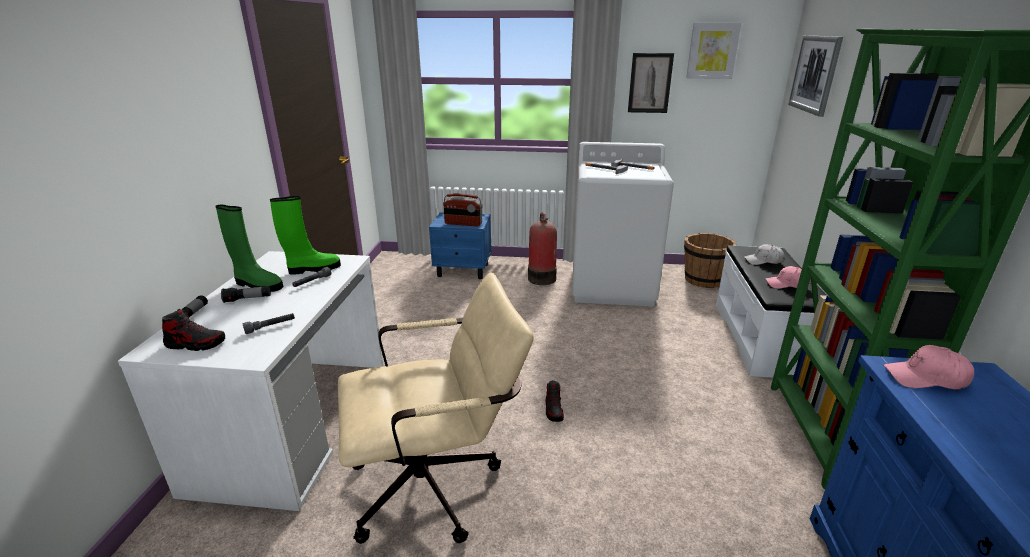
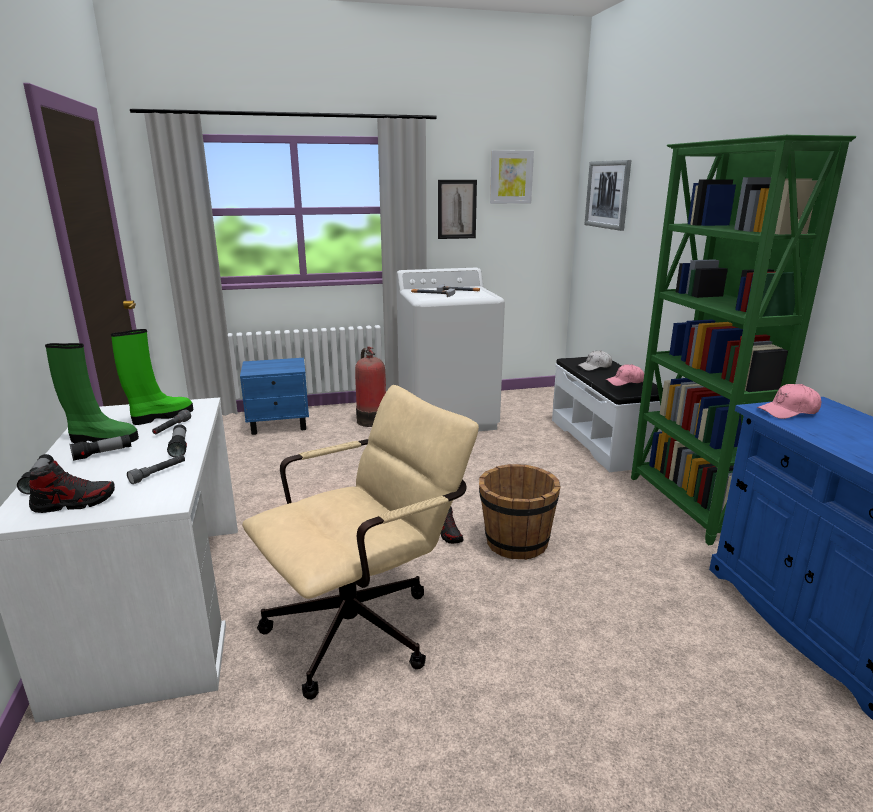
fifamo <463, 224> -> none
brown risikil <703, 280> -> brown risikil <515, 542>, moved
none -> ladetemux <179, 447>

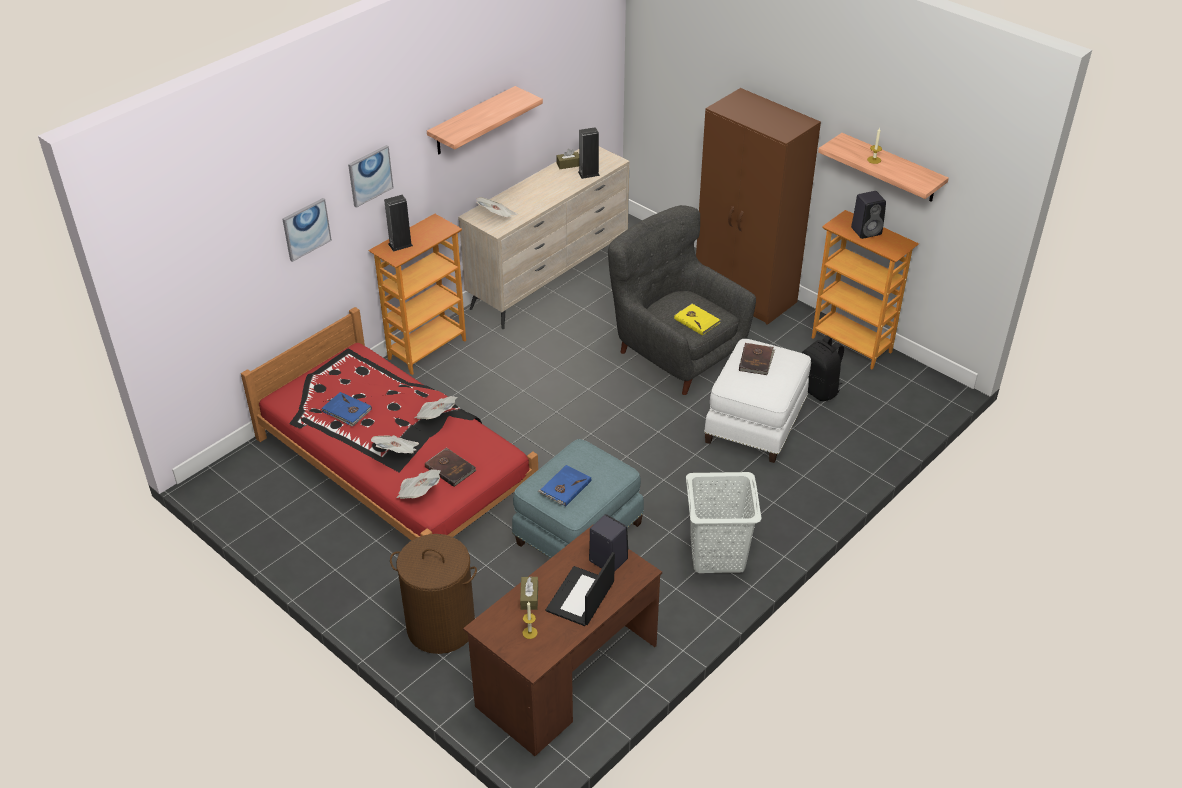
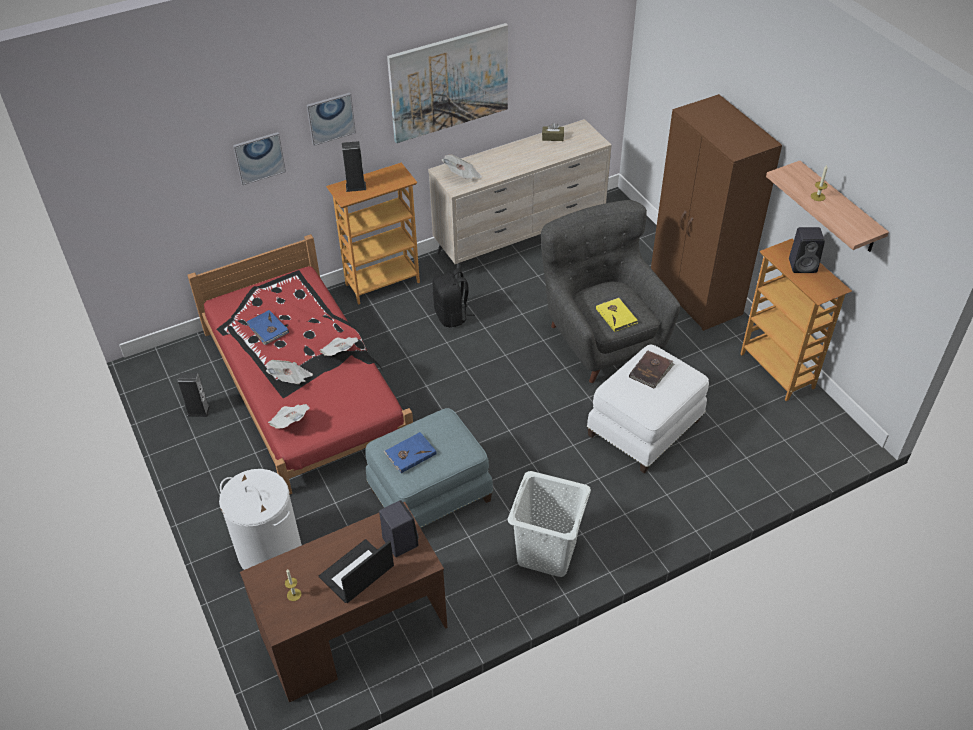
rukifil <472, 121> -> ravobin <449, 82>
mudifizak <588, 173> -> mudifizak <198, 411>, moved
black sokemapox <818, 389> -> black sokemapox <452, 316>, moved
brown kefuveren <450, 468> -> none
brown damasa <440, 627> -> white damasa <269, 551>
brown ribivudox <529, 597> -> none

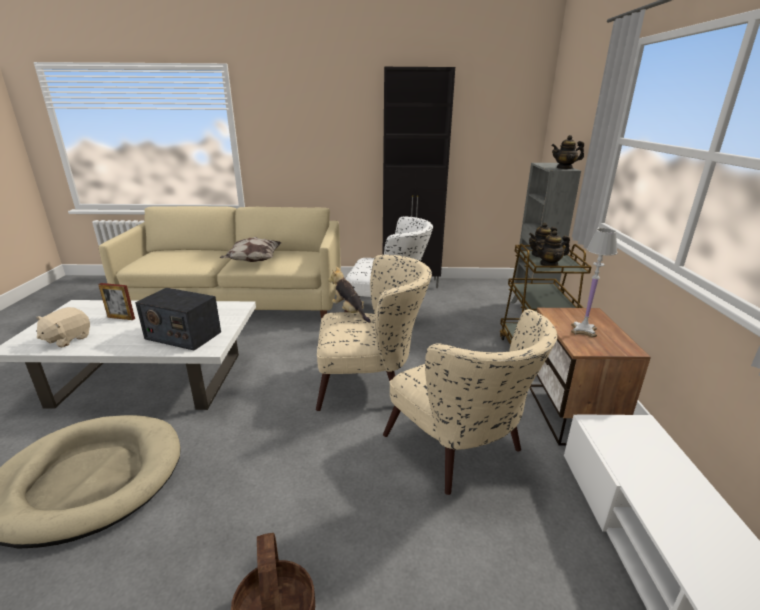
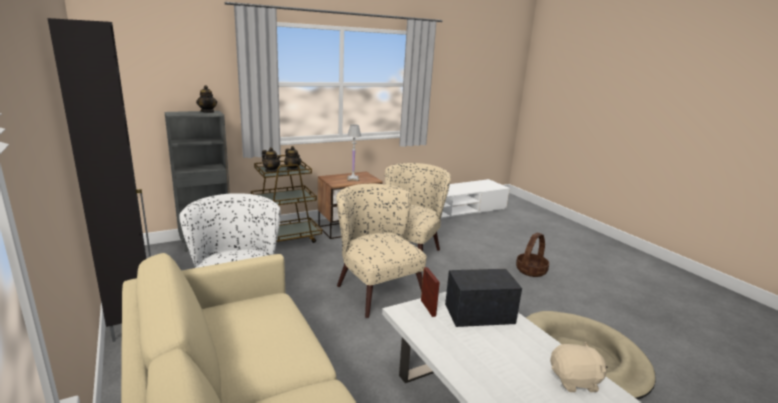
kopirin <253, 261> -> none
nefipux <349, 312> -> none
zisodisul <121, 318> -> zisodisul <428, 308>, moved
fifamo <183, 335> -> fifamo <480, 313>, 90 degrees counterclockwise

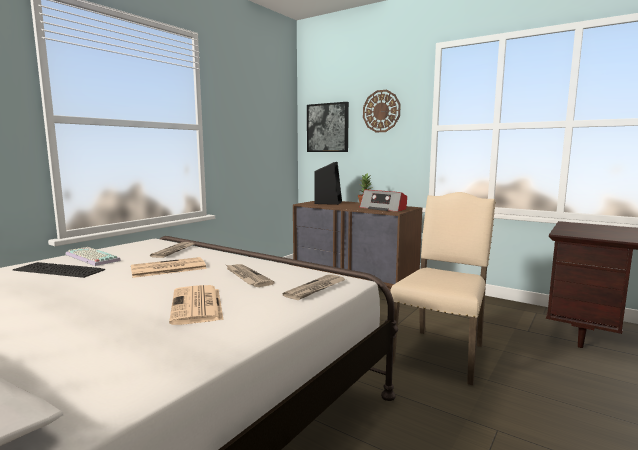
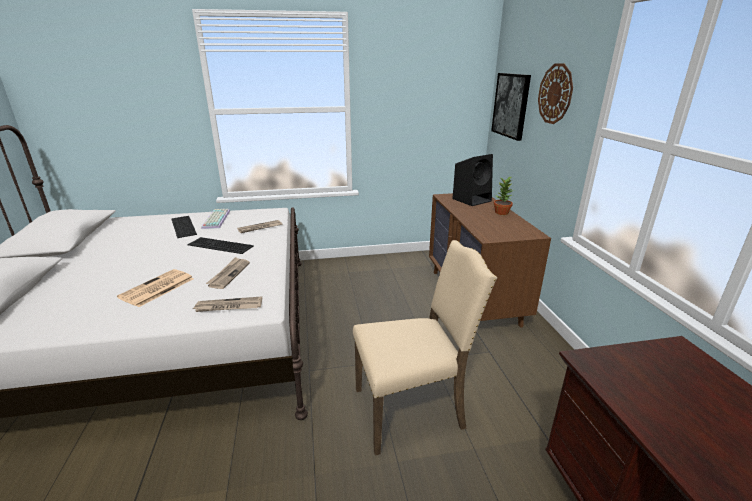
fifamo <383, 208> -> none
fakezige <167, 268> -> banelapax <219, 246>

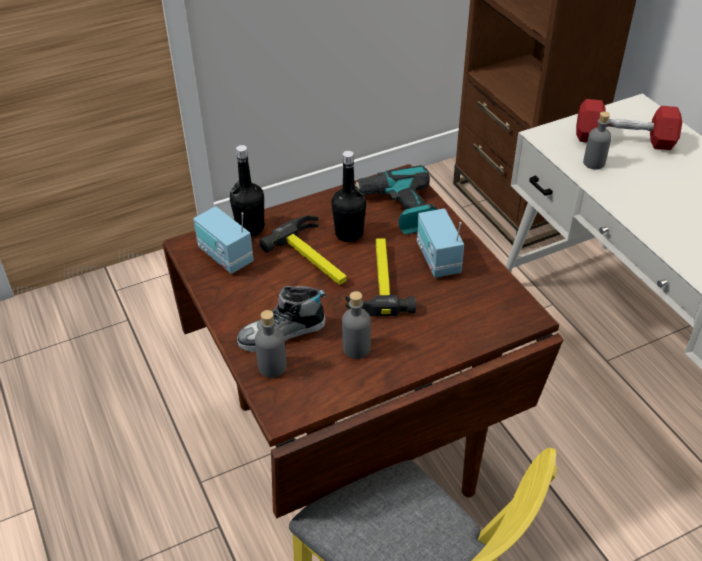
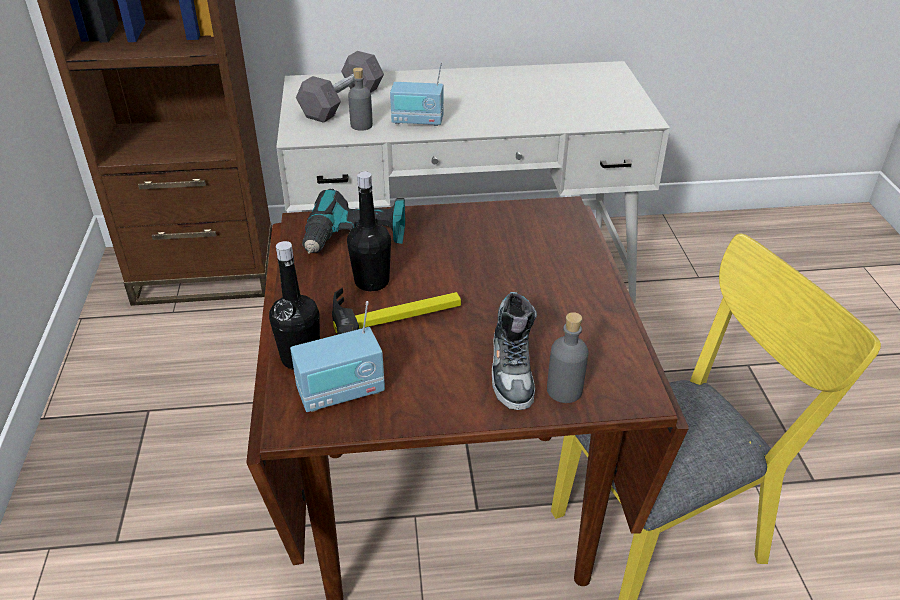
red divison <624, 139> -> grey divison <342, 103>
fifamo <437, 259> -> fifamo <417, 121>, moved
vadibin <378, 281> -> none
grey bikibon <356, 348> -> none

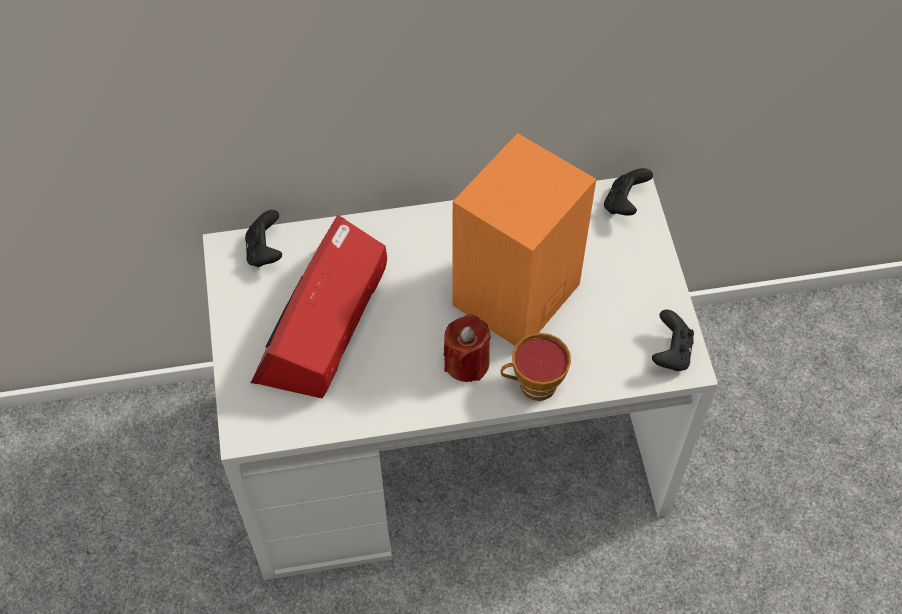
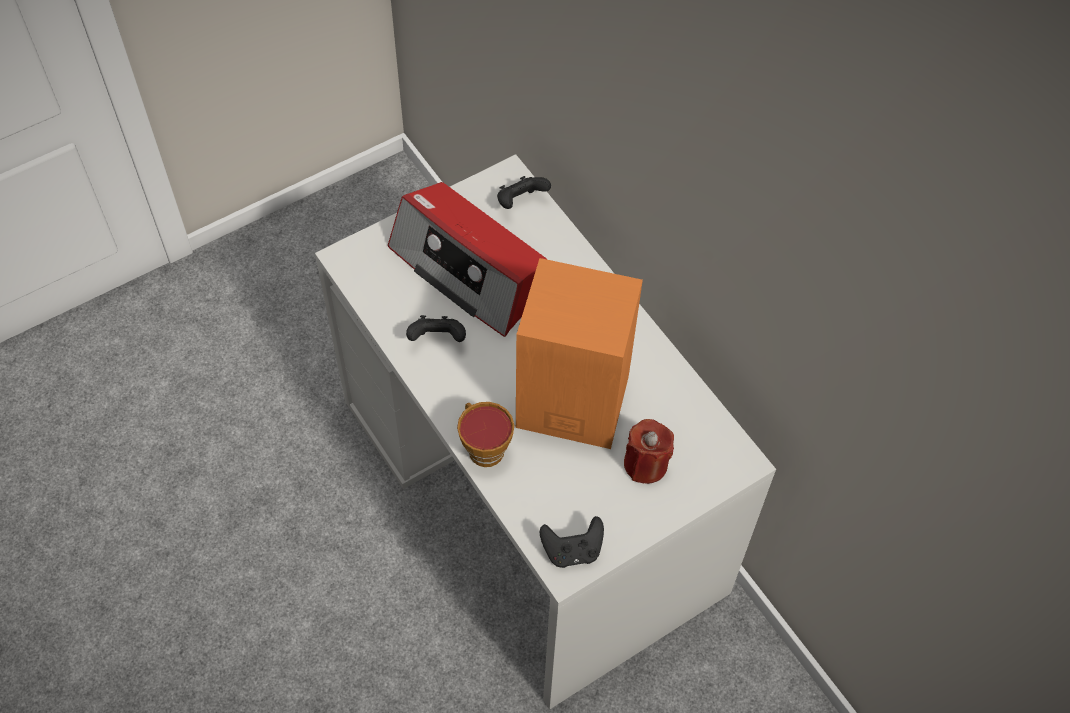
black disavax <624, 203> -> black disavax <437, 339>, moved
fifamo <323, 324> -> fifamo <470, 270>, 135 degrees counterclockwise
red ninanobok <467, 362> -> red ninanobok <645, 464>, moved

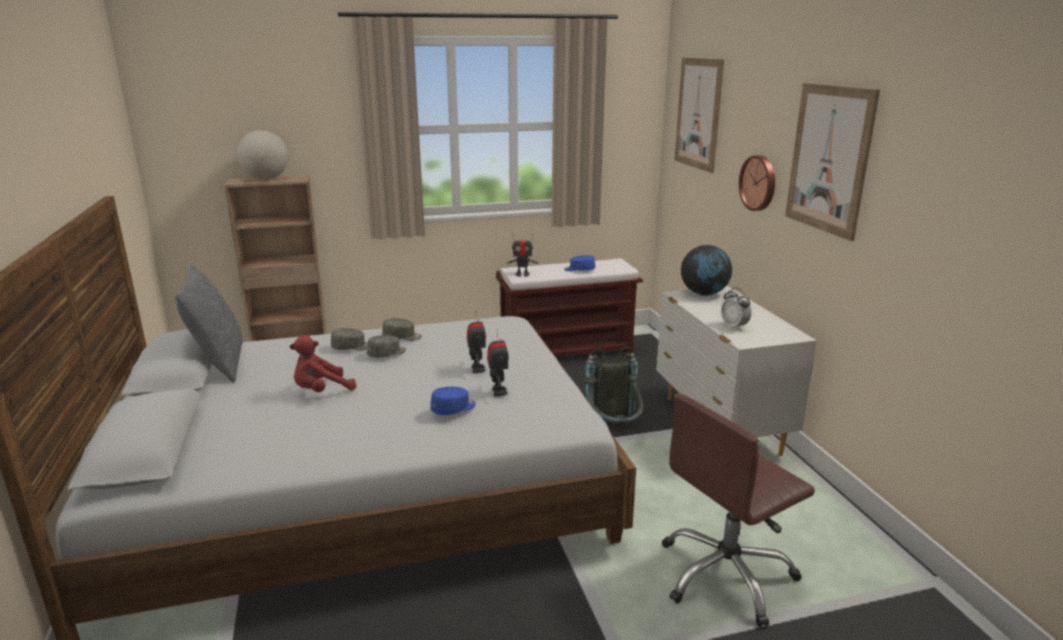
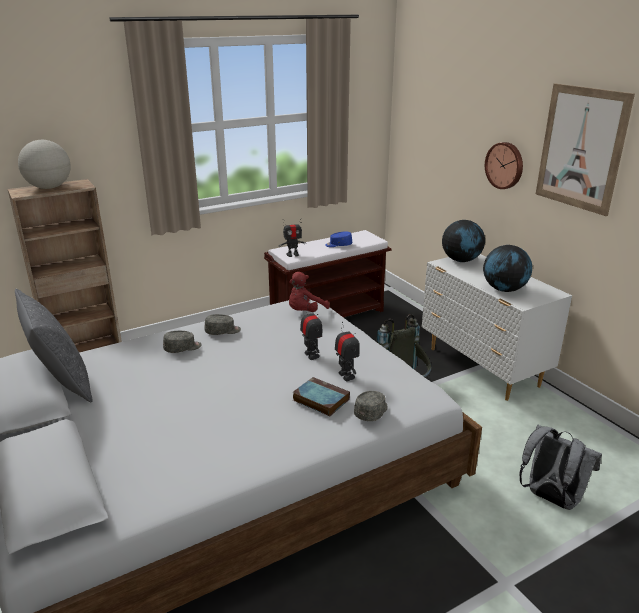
ravobin <698, 113> -> none
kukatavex <734, 326> -> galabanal <504, 290>
red nefipux <321, 391> -> red nefipux <305, 312>, moved
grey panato <387, 354> -> grey panato <372, 412>, moved
blue panato <454, 409> -> kefuveren <319, 399>
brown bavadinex <726, 575> -> grey sokemapox <550, 498>

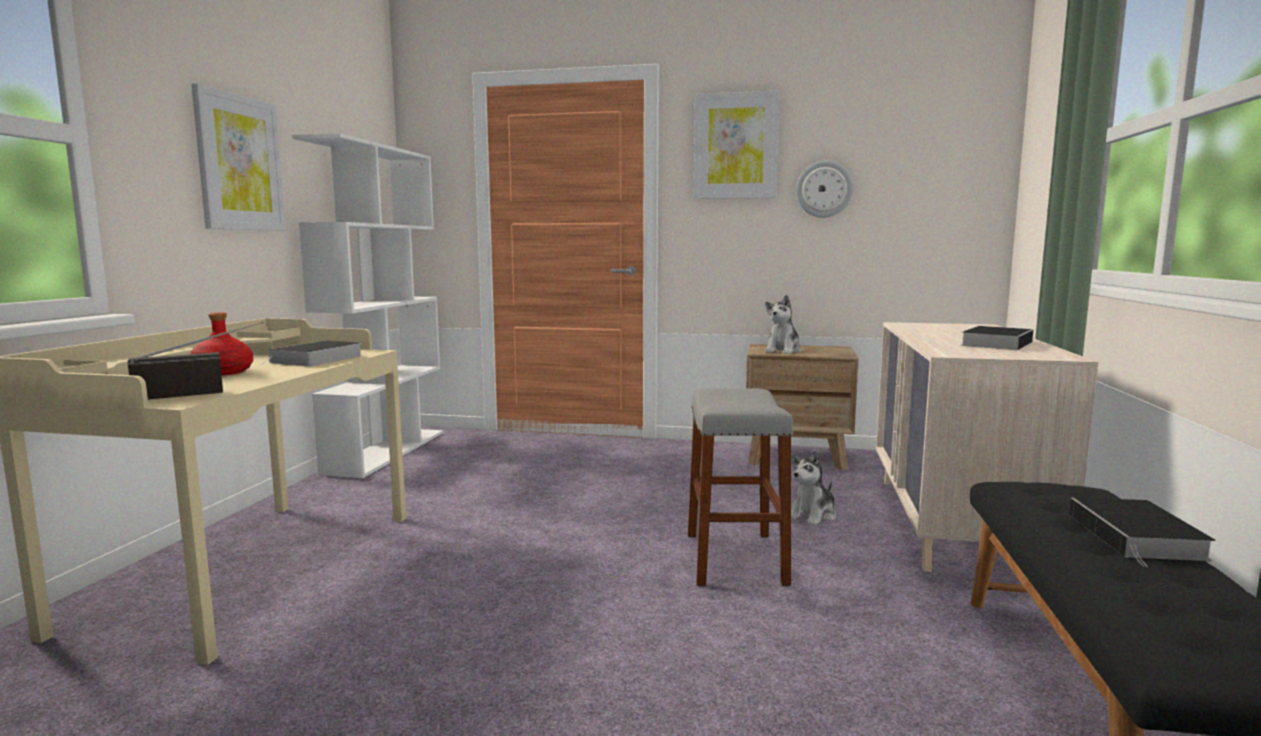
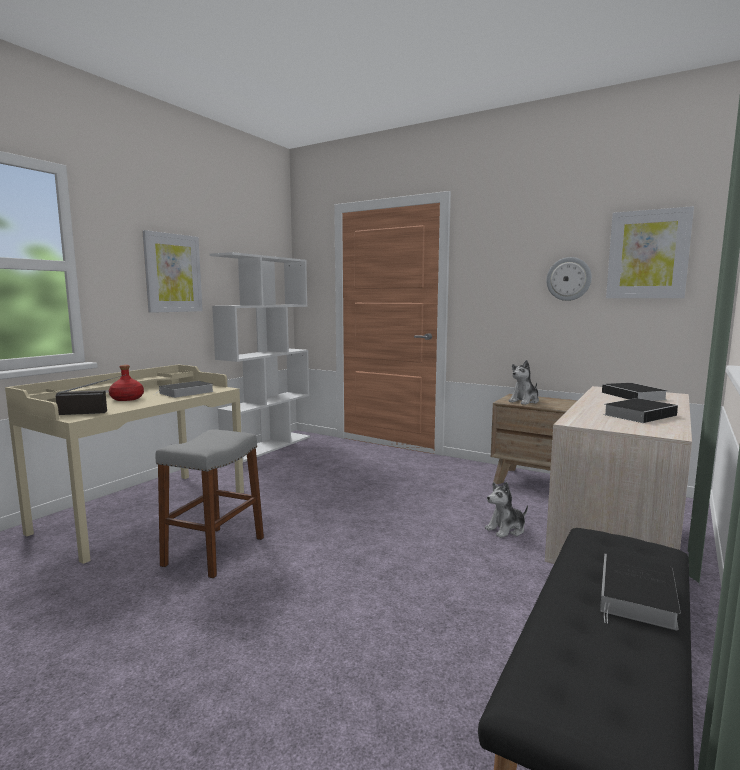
ravobin <735, 146> -> ravobin <648, 254>, moved
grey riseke <735, 558> -> grey riseke <214, 551>, moved
none -> kefuveren <635, 396>

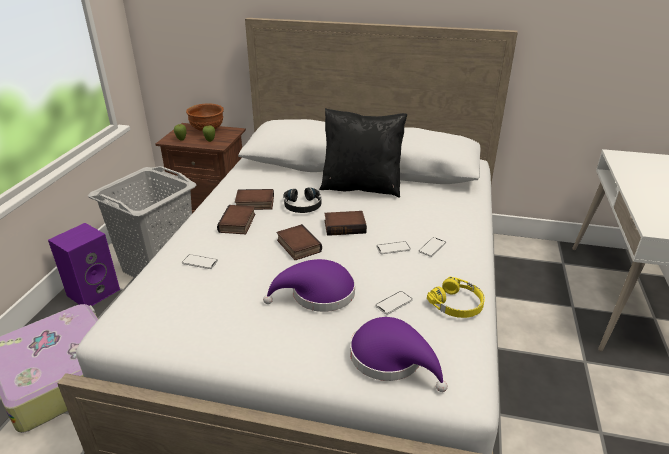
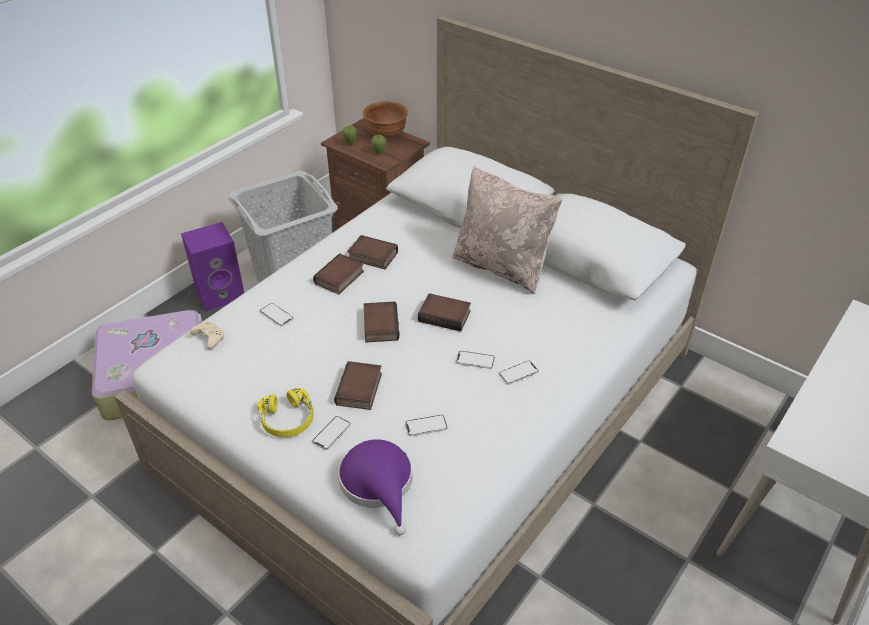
black kopirin <361, 187> -> beige kopirin <502, 266>
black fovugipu <303, 206> -> none
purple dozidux <318, 294> -> kefuveren <360, 390>
yellow fovugipu <457, 304> -> yellow fovugipu <288, 419>, moved
none -> beige disavax <209, 338>
none -> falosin <331, 433>

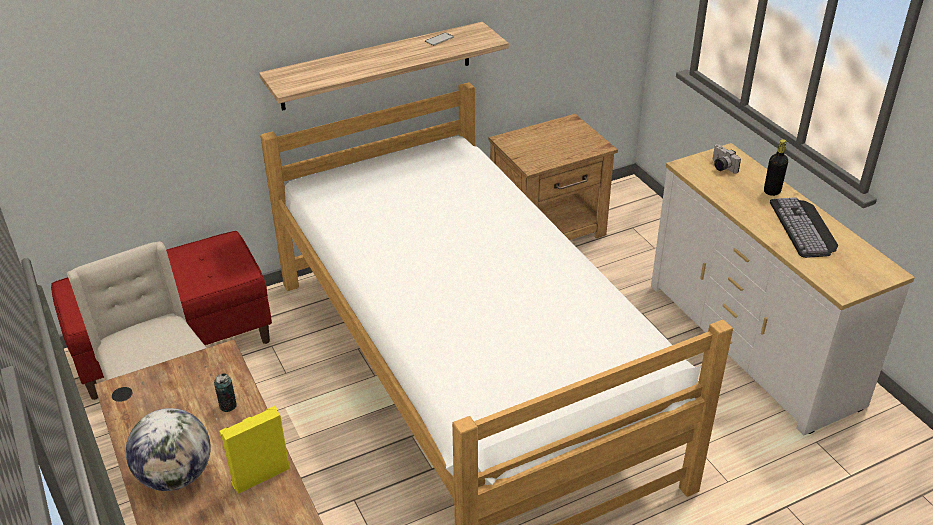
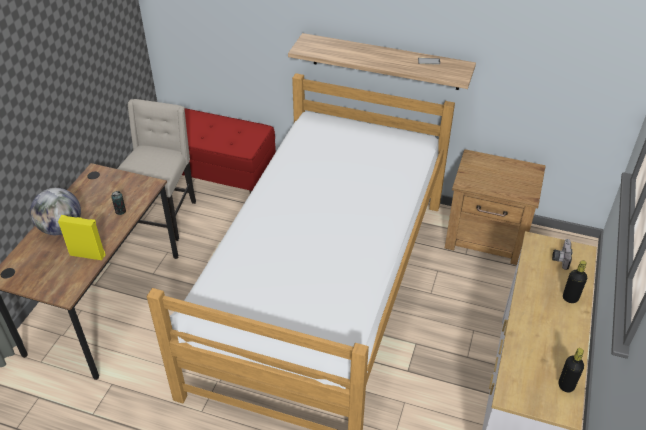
banelapax <805, 227> -> none
none -> black bikibon <566, 385>

